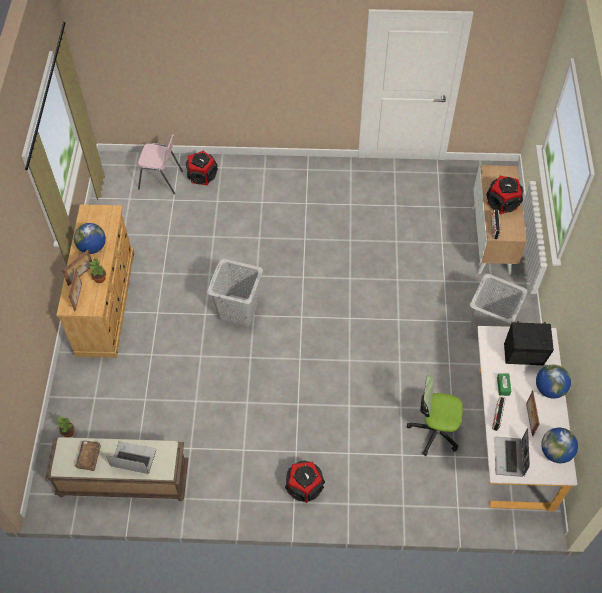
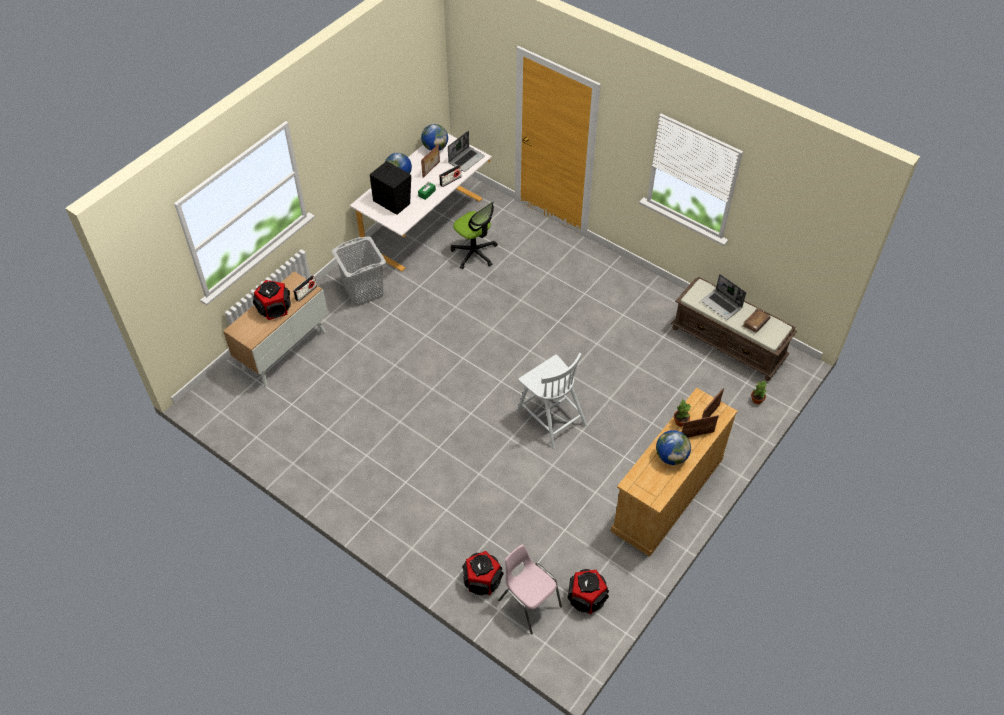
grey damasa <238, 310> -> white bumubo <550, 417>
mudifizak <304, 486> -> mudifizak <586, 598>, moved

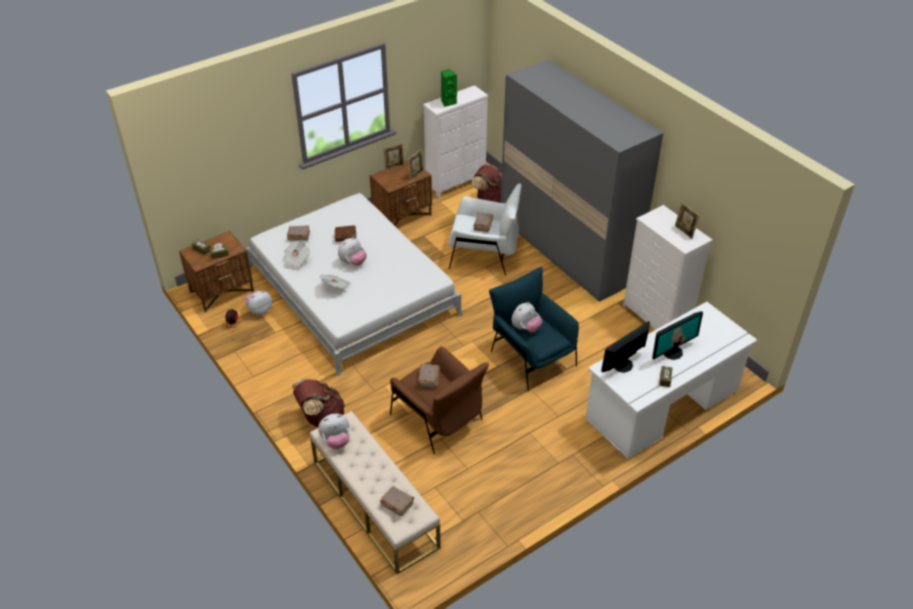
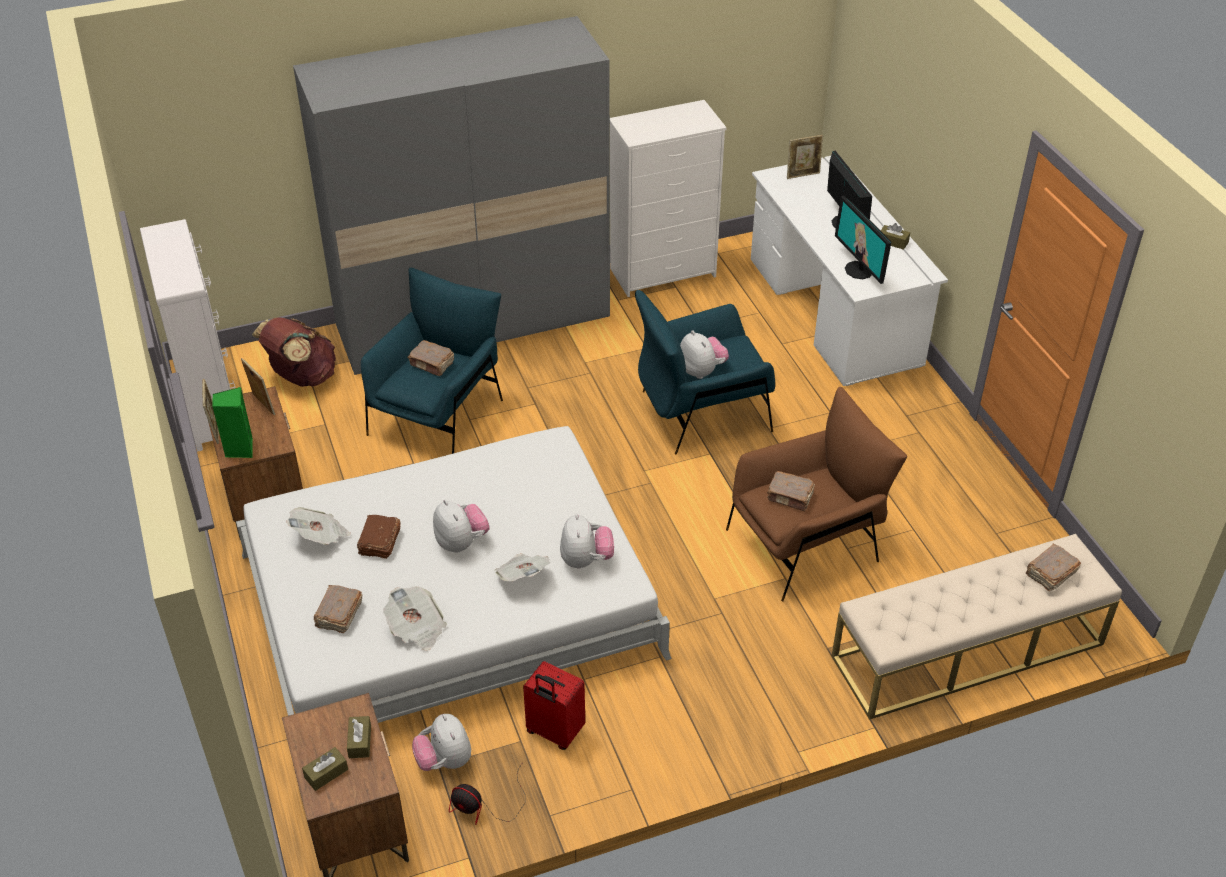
green mudifizak <448, 102> -> green mudifizak <239, 449>, moved
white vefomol <484, 255> -> blue vefomol <438, 414>
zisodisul <684, 232> -> zisodisul <803, 175>, moved
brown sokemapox <321, 418> -> none
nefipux <336, 441> -> nefipux <586, 560>, moved
none -> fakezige <321, 536>
none -> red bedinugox <554, 732>

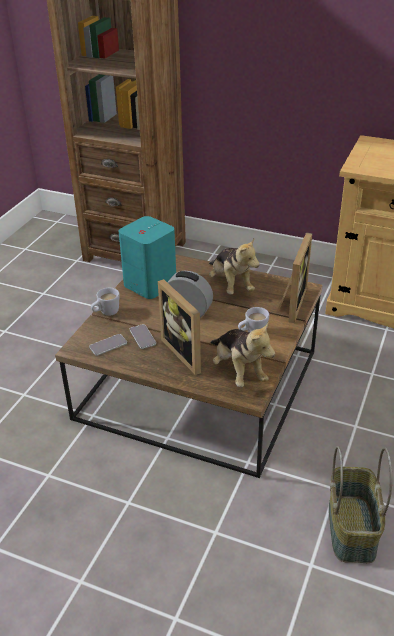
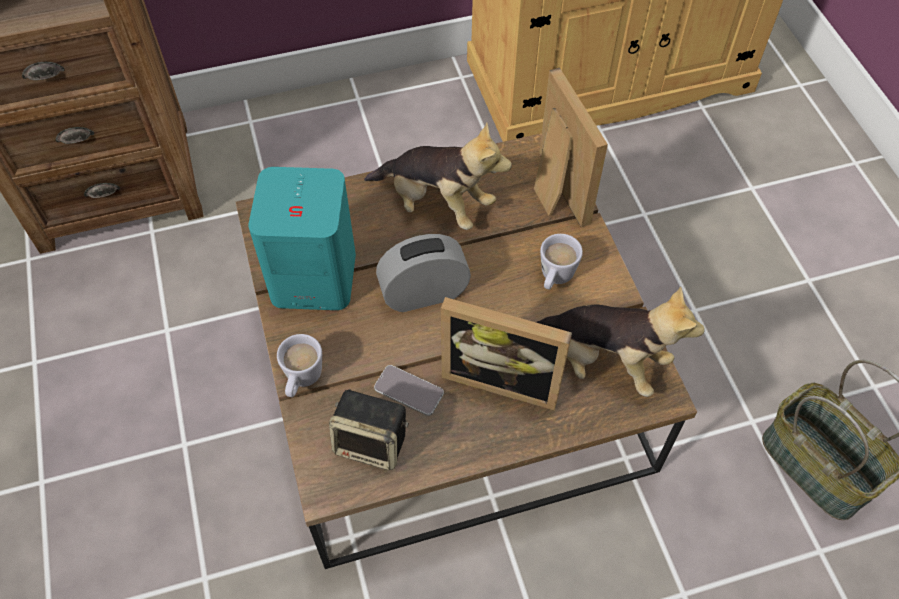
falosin <108, 345> -> mudifizak <372, 443>

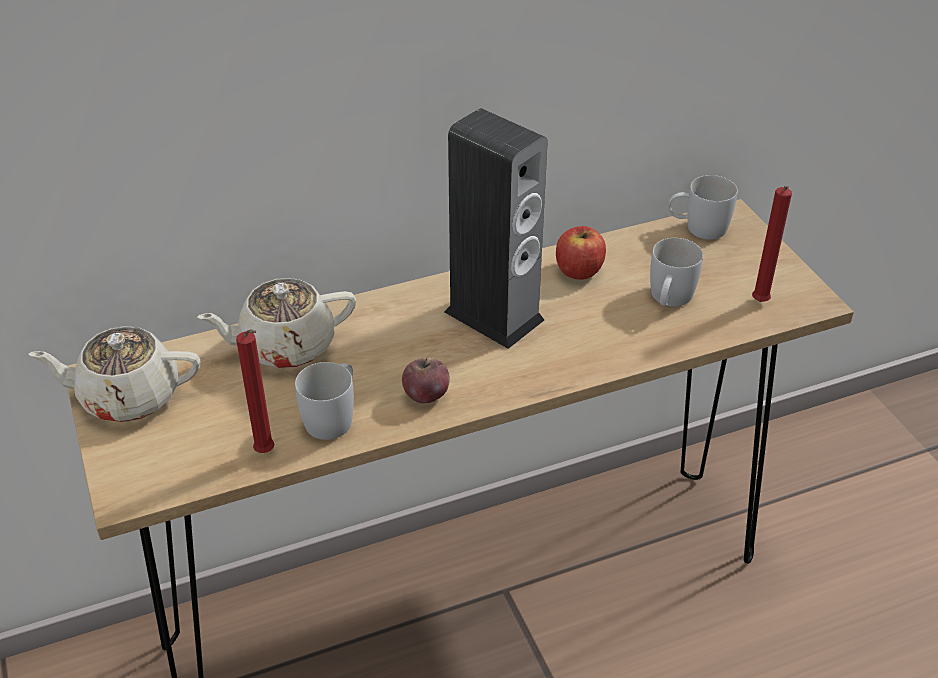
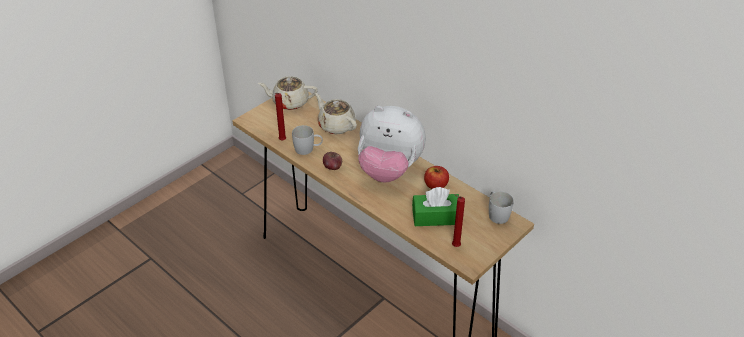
mudifizak <494, 316> -> nefipux <389, 170>
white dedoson <669, 300> -> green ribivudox <436, 217>
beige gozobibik <128, 397> -> beige gozobibik <289, 102>, 60 degrees counterclockwise

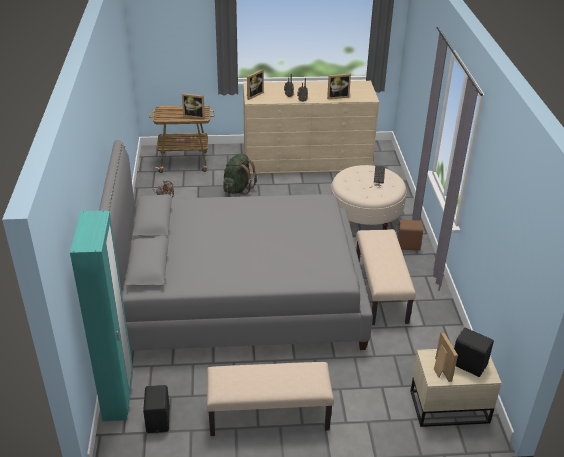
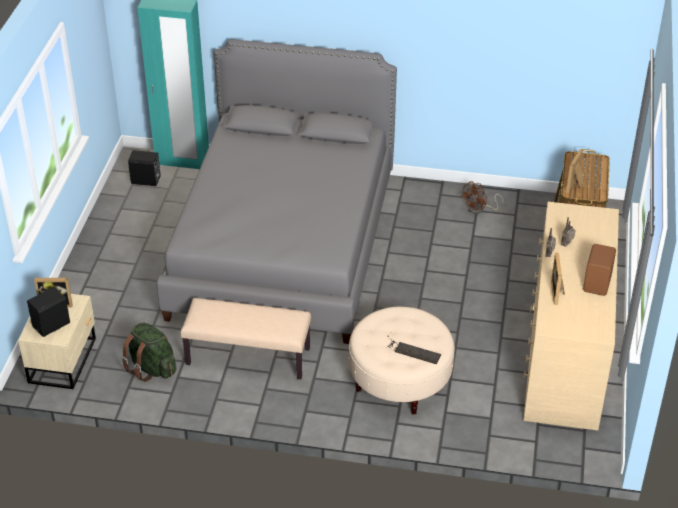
zisodisul <253, 95> -> none
green sokemapox <238, 188> -> green sokemapox <152, 368>, moved
brown mudifizak <407, 245> -> brown mudifizak <598, 283>, moved
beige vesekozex <268, 416> -> none

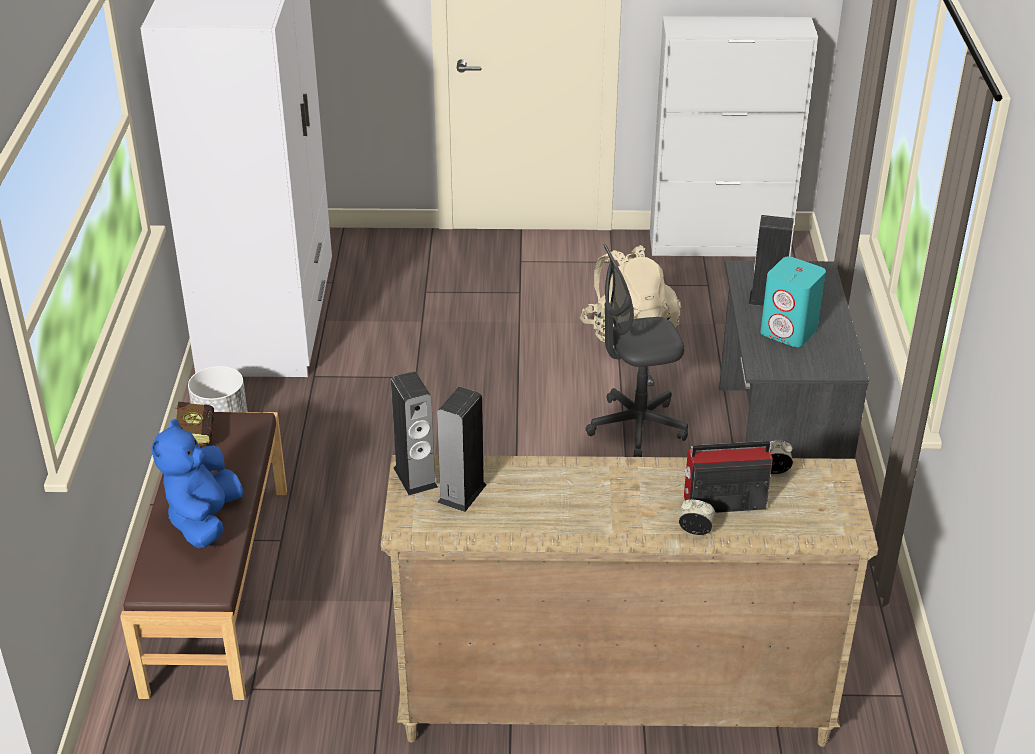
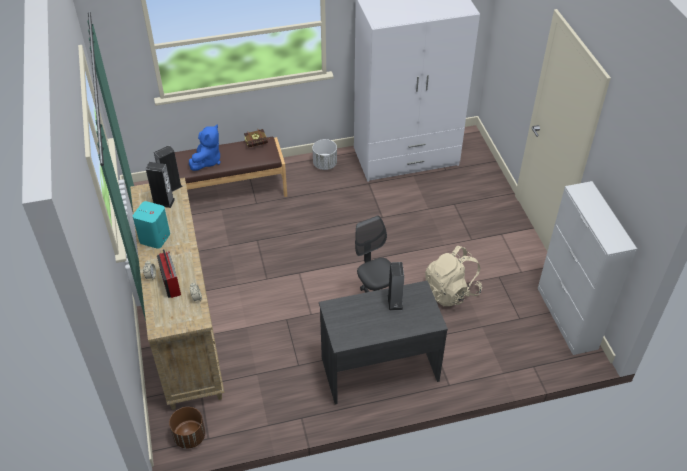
turquoise mudifizak <789, 331> -> turquoise mudifizak <154, 238>, moved
blue nefipux <204, 520> -> blue nefipux <207, 161>, 120 degrees clockwise
none -> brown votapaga <190, 436>

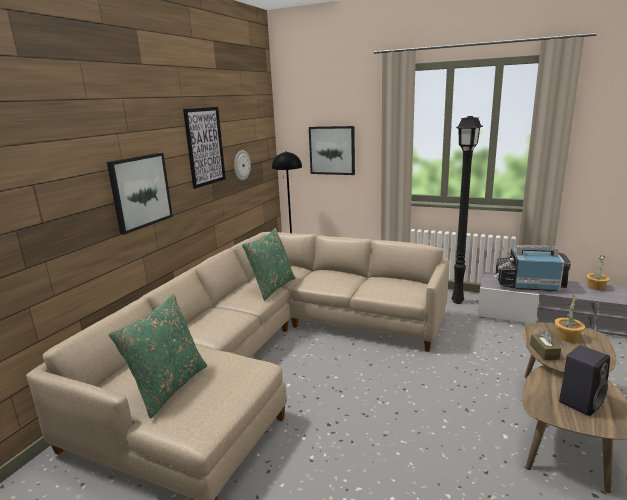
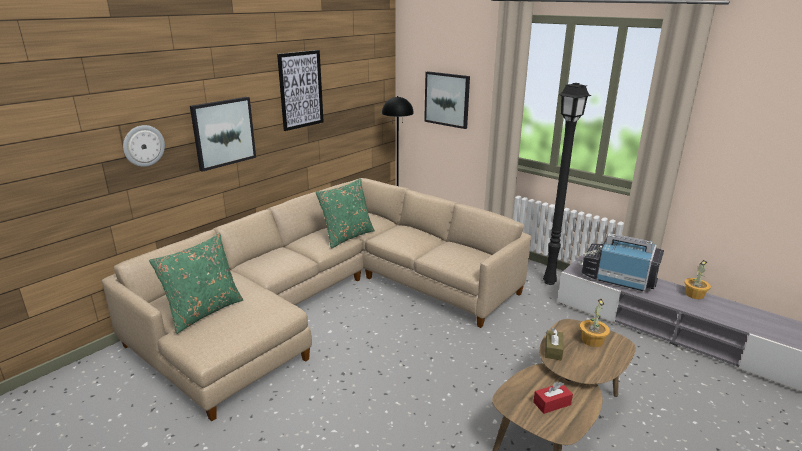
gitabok <241, 165> -> gitabok <143, 145>, moved
black mudifizak <581, 402> -> red ribivudox <552, 403>

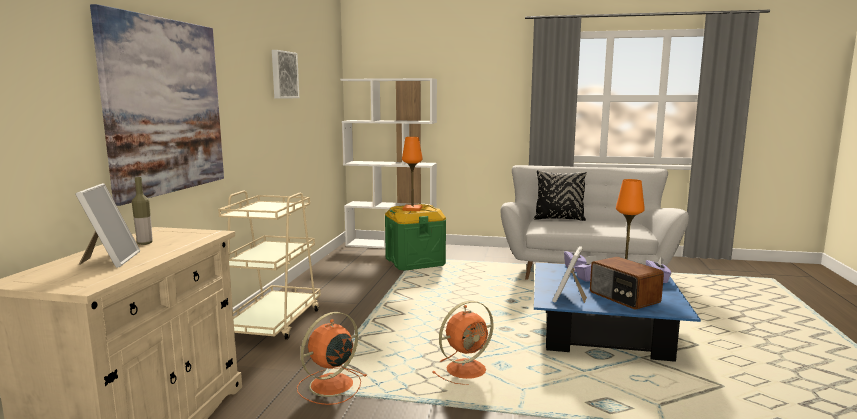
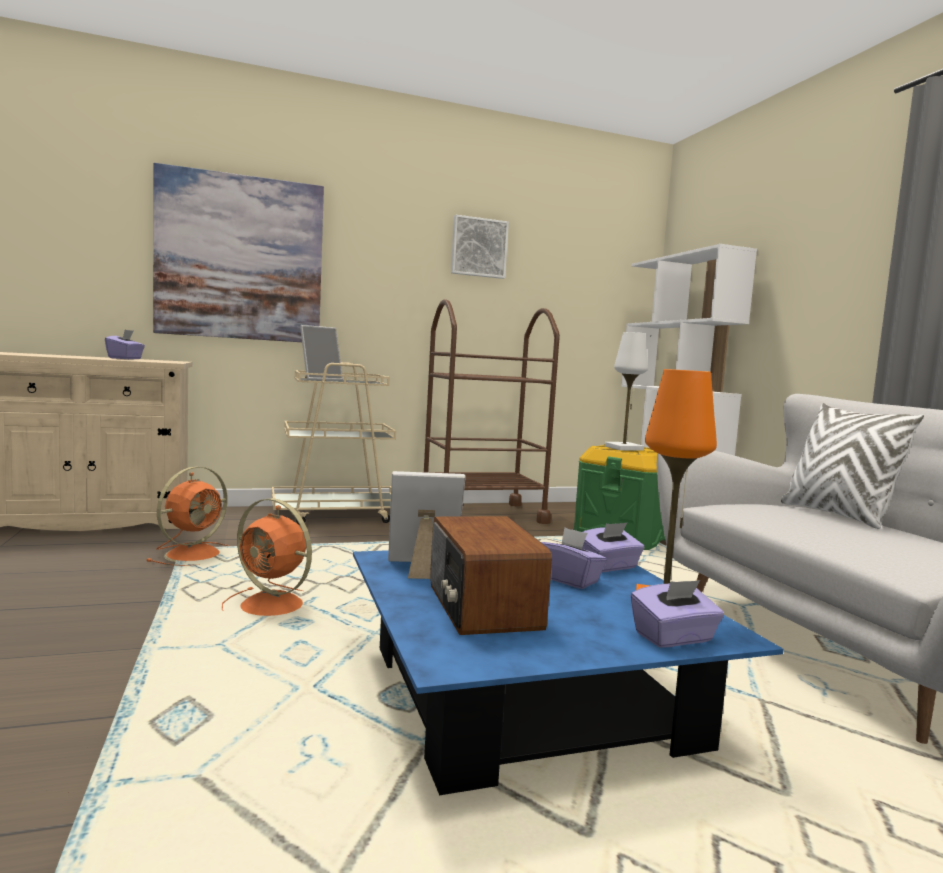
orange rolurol <412, 209> -> white rolurol <624, 448>
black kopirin <559, 219> -> white kopirin <837, 515>
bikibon <145, 243> -> purple ribivudox <125, 358>
zisodisul <110, 260> -> zisodisul <320, 379>, moved
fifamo <623, 297> -> fifamo <481, 607>, 45 degrees counterclockwise
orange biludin <330, 386> -> orange biludin <195, 554>, 105 degrees clockwise
none -> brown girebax <481, 514>

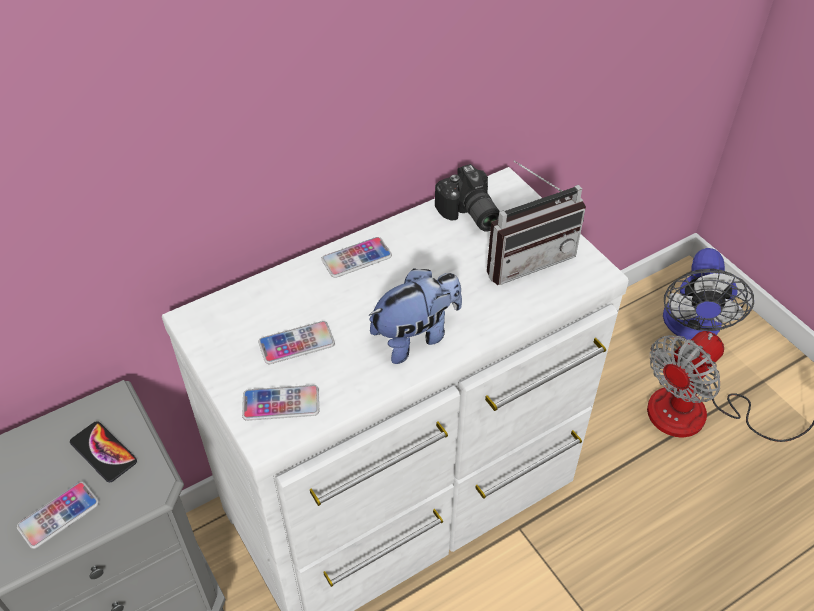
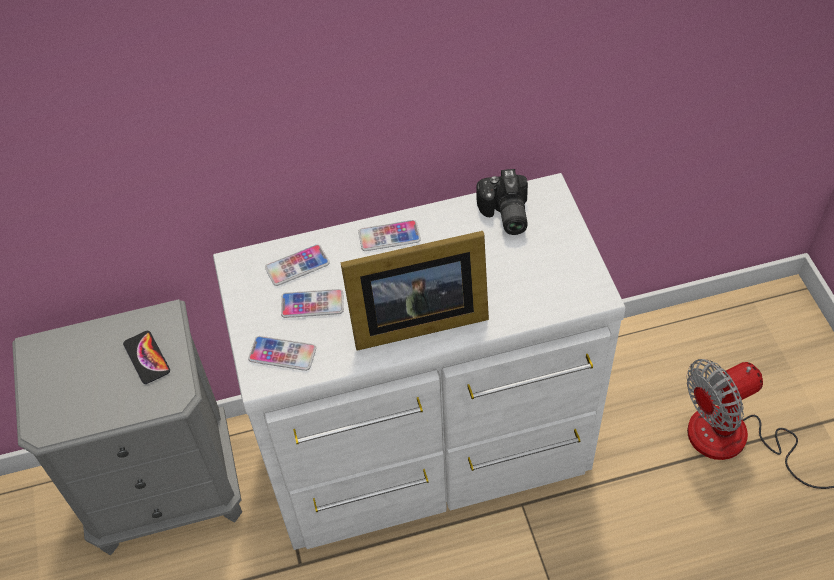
fifamo <526, 257> -> none
biludin <692, 327> -> none
nefipux <416, 336> -> zisodisul <413, 320>
falosin <59, 515> -> falosin <297, 266>, moved

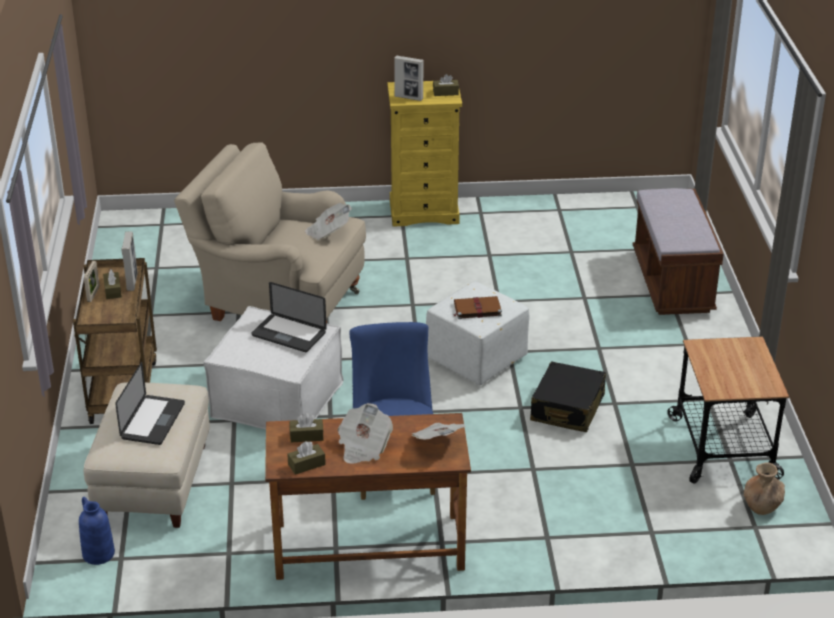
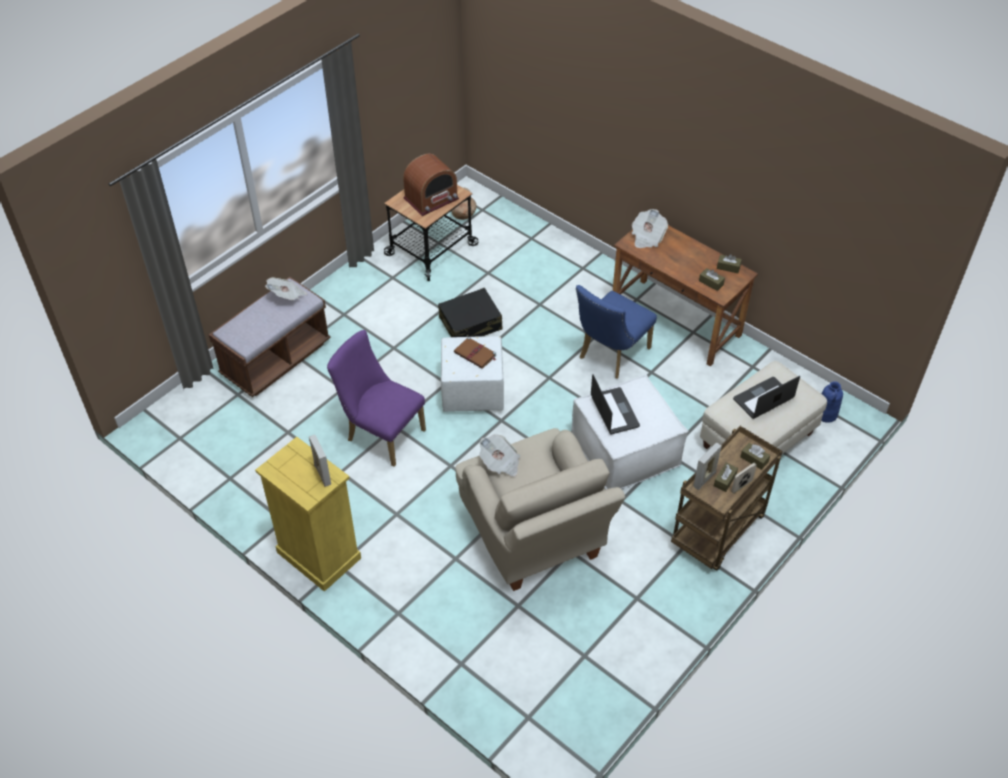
brown ribivudox <445, 92> -> brown ribivudox <754, 459>, moved
fakezige <363, 447> -> fakezige <287, 296>, moved
none -> fifamo <431, 199>
none -> purple bumubo <381, 433>

